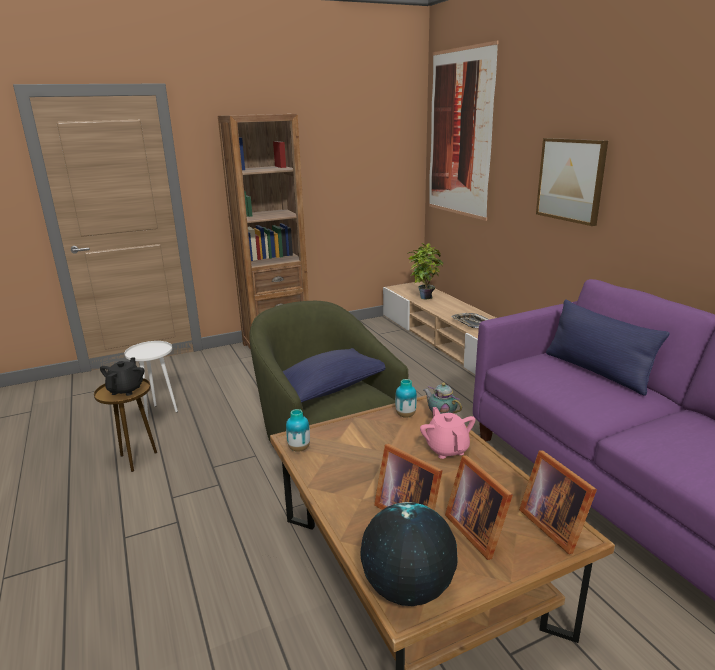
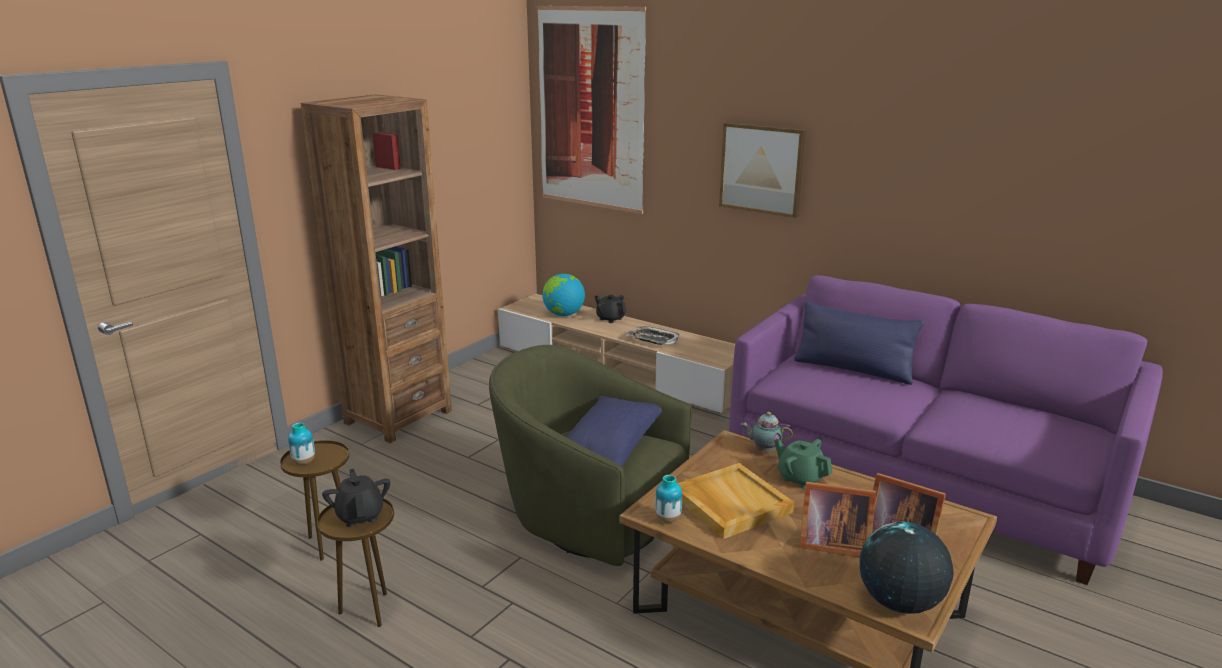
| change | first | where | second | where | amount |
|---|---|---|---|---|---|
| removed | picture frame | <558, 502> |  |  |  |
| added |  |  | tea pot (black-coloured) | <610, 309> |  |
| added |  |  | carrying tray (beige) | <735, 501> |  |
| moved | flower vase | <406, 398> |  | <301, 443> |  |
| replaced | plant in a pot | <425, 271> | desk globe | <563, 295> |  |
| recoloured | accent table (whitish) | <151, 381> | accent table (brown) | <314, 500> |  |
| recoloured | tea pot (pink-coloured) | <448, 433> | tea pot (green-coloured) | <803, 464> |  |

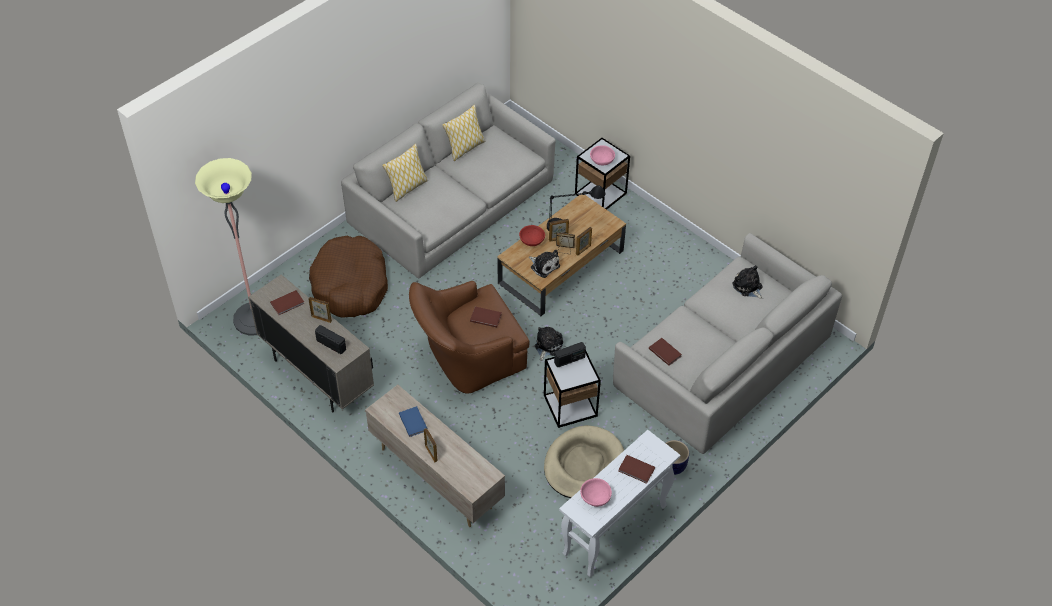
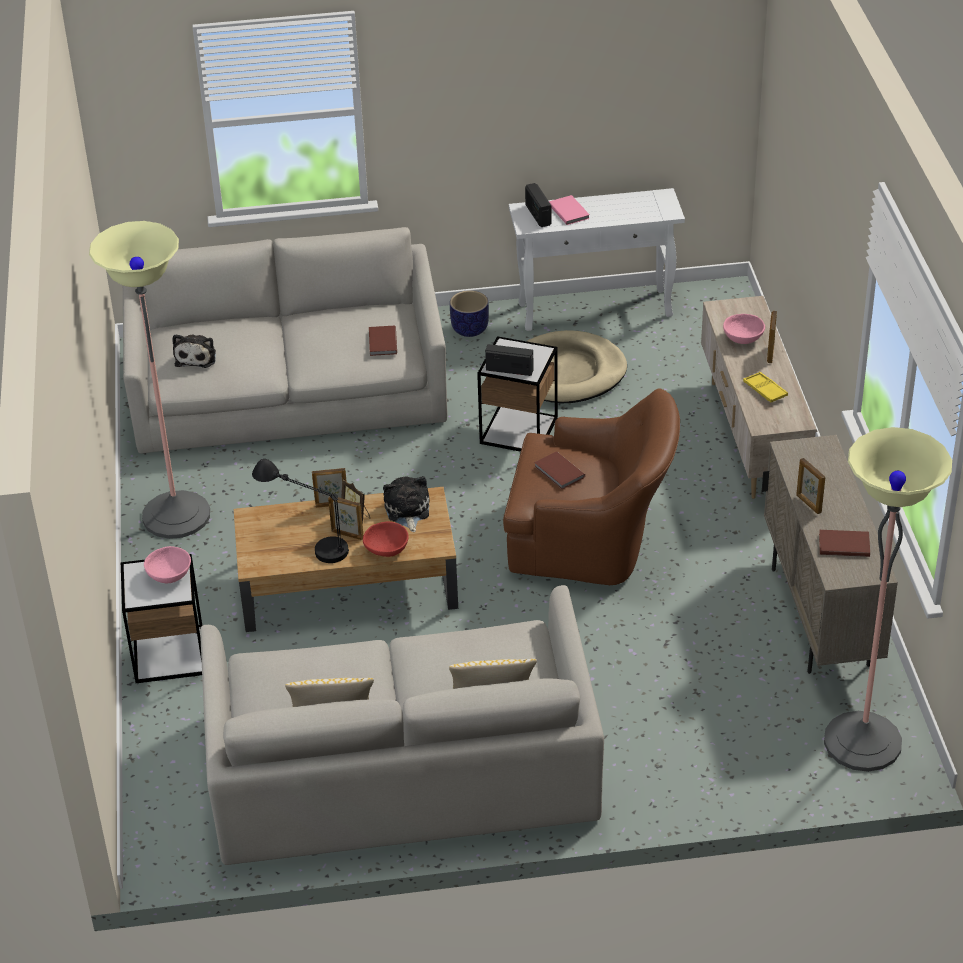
| change | first | where | second | where | amount |
|---|---|---|---|---|---|
| removed | dog cushion (brown) | <348, 277> |  |  |  |
| removed | plush toy | <549, 344> |  |  |  |
| added |  |  | standing lamp | <149, 380> |  |
| moved | radio | <330, 339> |  | <538, 205> |  |
| moved | bowl (pink-coloured) | <596, 492> |  | <744, 329> |  |
| replaced | book (blue-coloured) | <413, 421> | carrying tray (yellowish) | <765, 387> |  |
| recoloured | book (brown) | <637, 469> | book (pink-coloured) | <569, 210> |  |

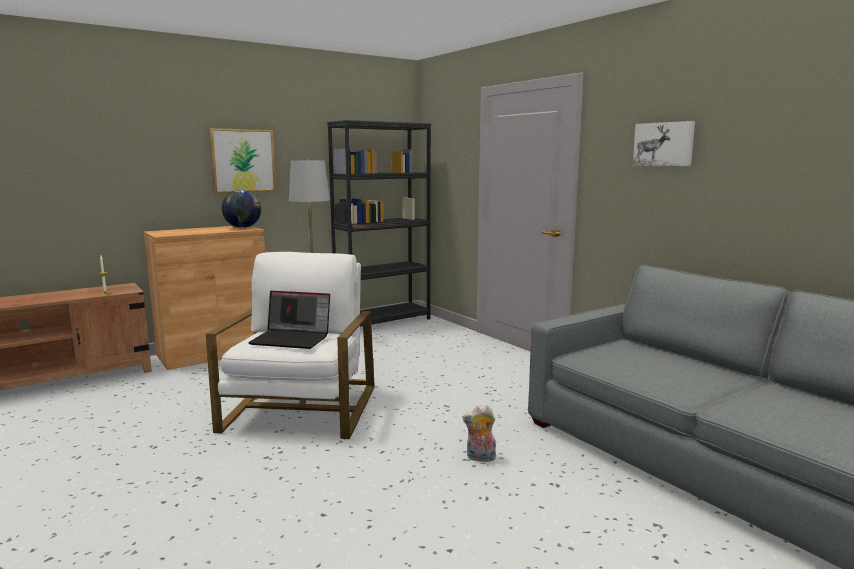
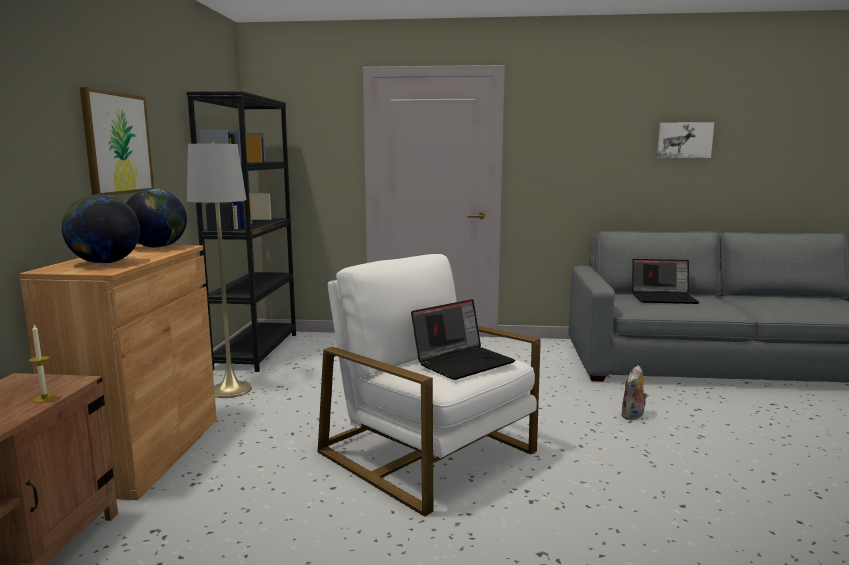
| change | first | where | second | where | amount |
|---|---|---|---|---|---|
| added |  |  | desk globe | <101, 229> |  |
| added |  |  | portable computer | <666, 281> |  |
| moved | wall art | <664, 143> |  | <685, 140> |  |

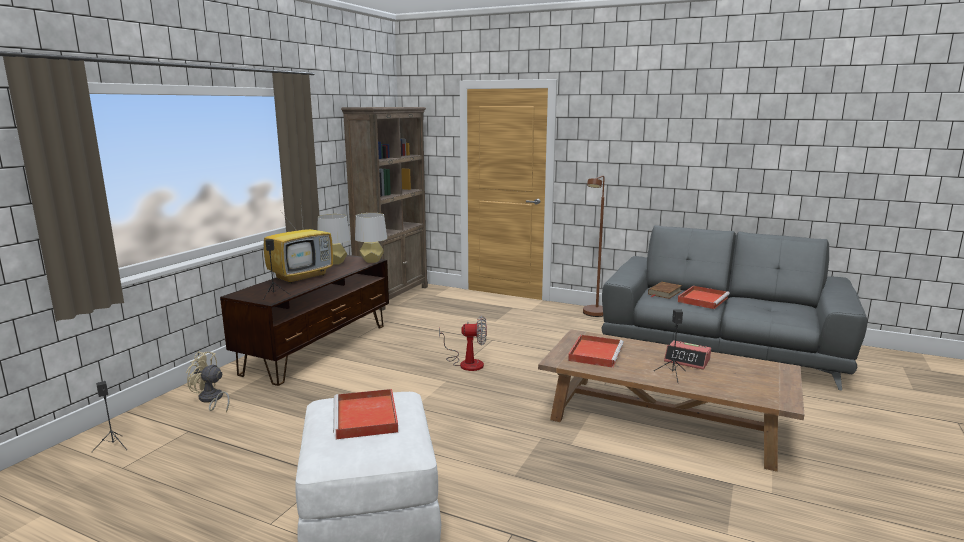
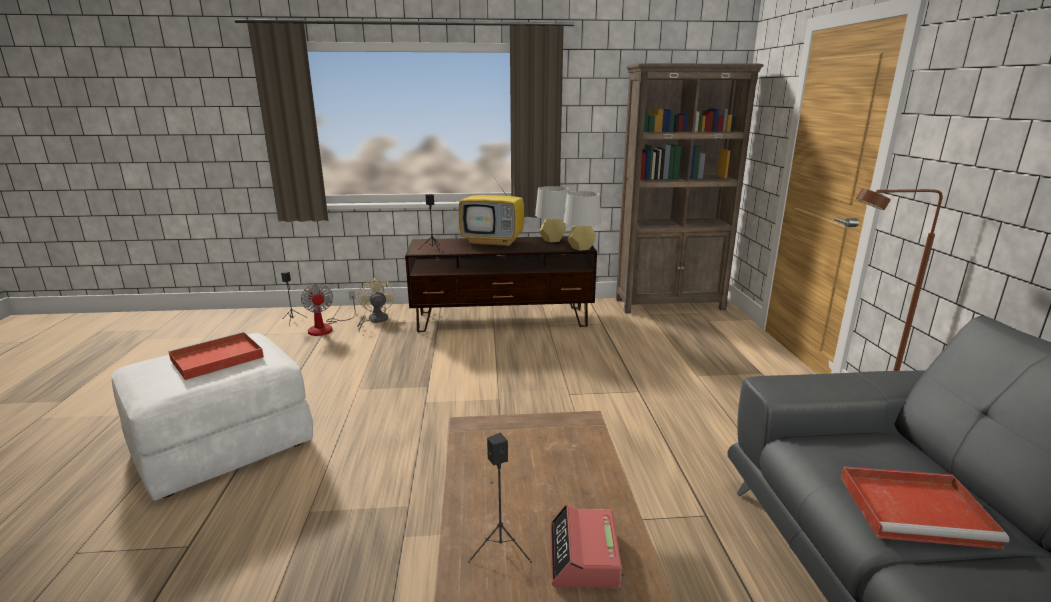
| change | first | where | second | where | amount |
|---|---|---|---|---|---|
| removed | carrying tray (reddish) | <596, 351> |  |  |  |
| removed | book (brown) | <665, 290> |  |  |  |
| moved | electric fan | <463, 343> |  | <328, 309> |  |

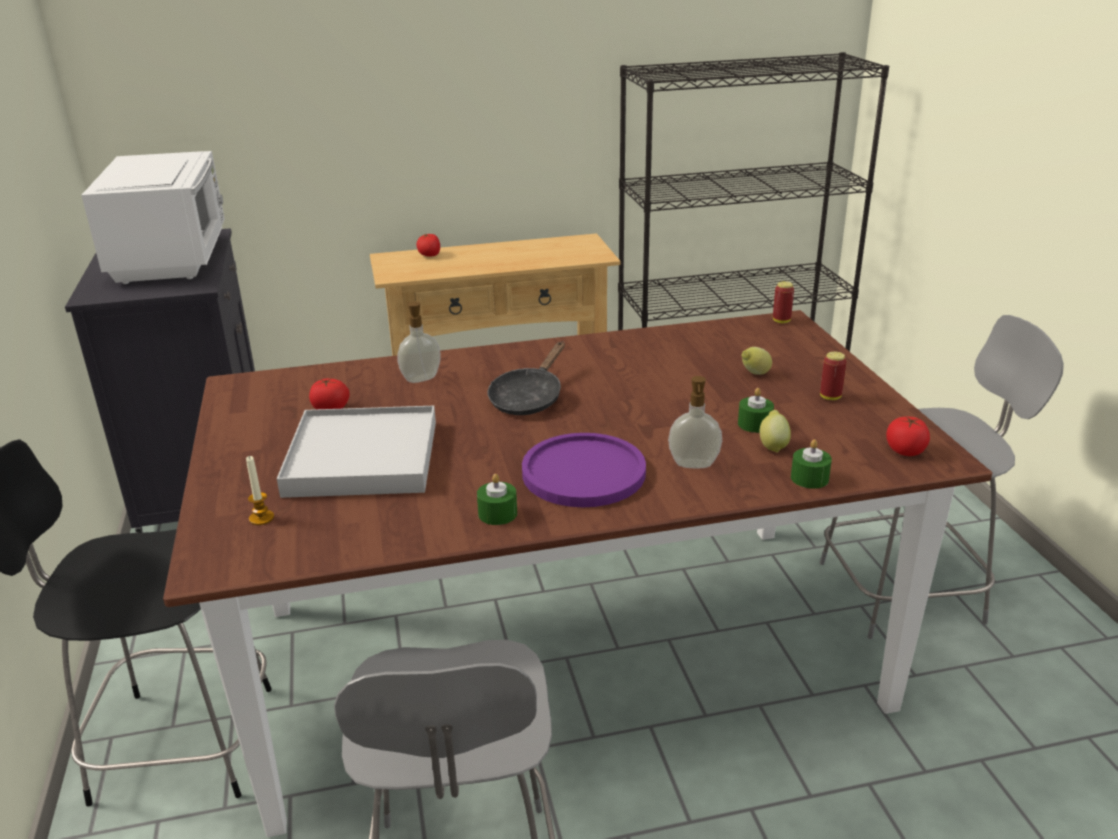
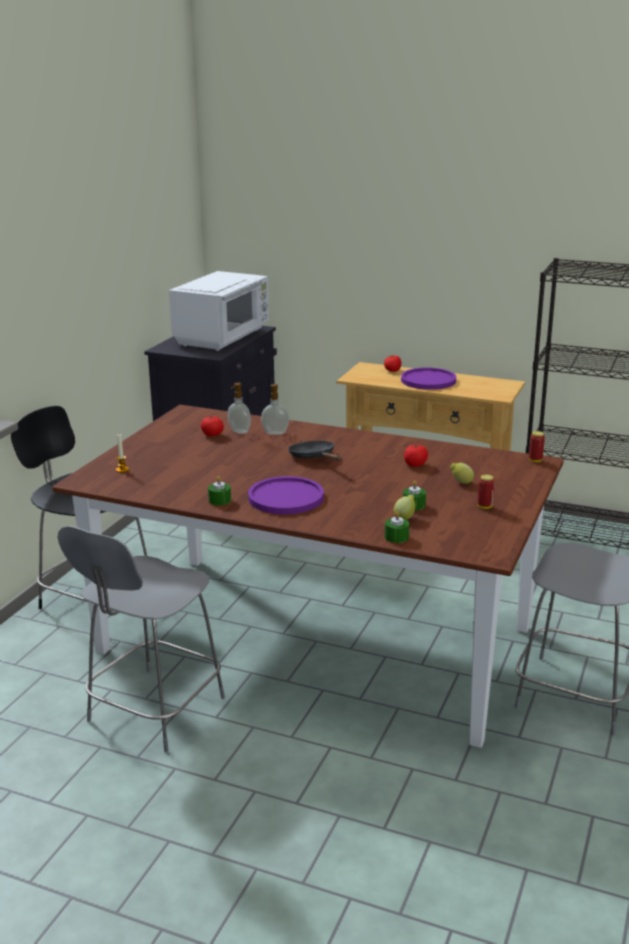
| change | first | where | second | where | amount |
|---|---|---|---|---|---|
| removed | carrying tray (whitish) | <356, 452> |  |  |  |
| added |  |  | plate (purple) | <428, 378> |  |
| moved | liquid soap bottle | <695, 422> |  | <239, 408> |  |
| moved | whole tomato | <908, 436> |  | <416, 456> |  |
| turned | skillet (black-coloured) | <526, 378> |  | <315, 451> | 90 degrees clockwise |

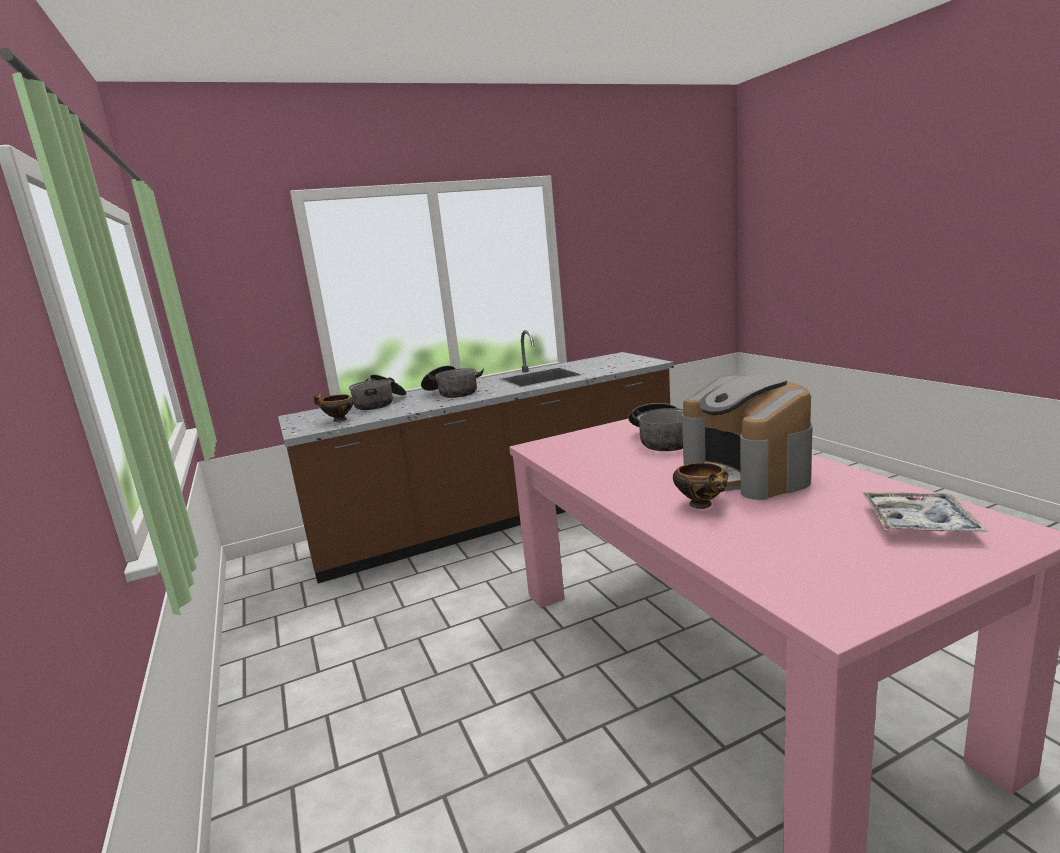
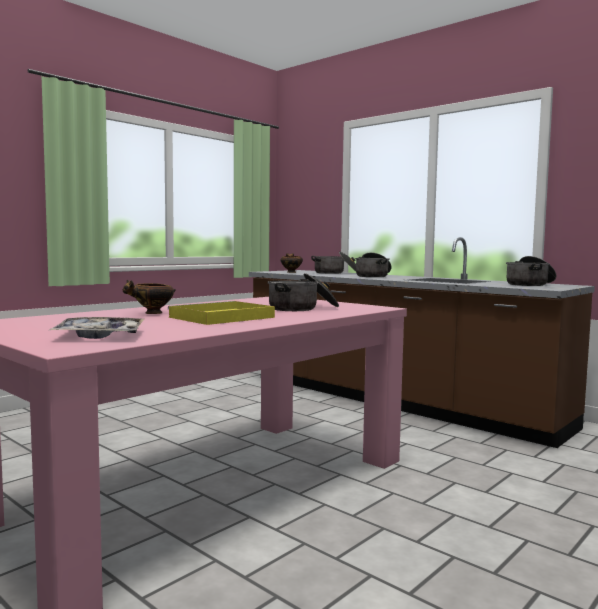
| change | first | where | second | where | amount |
|---|---|---|---|---|---|
| added |  |  | cooking pot | <531, 271> |  |
| replaced | coffee maker | <747, 437> | carrying tray (yellowish) | <221, 313> |  |

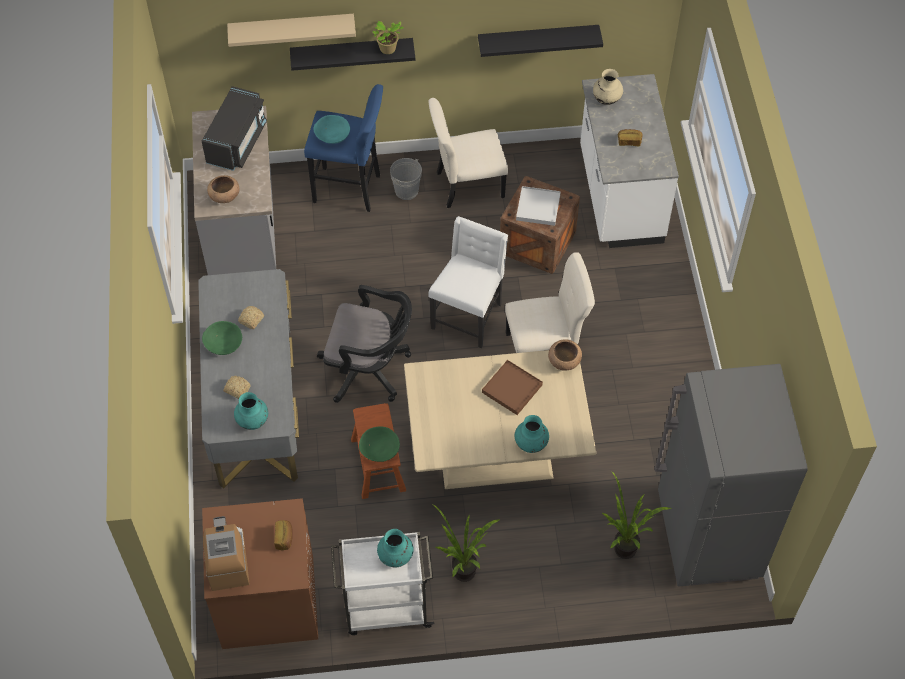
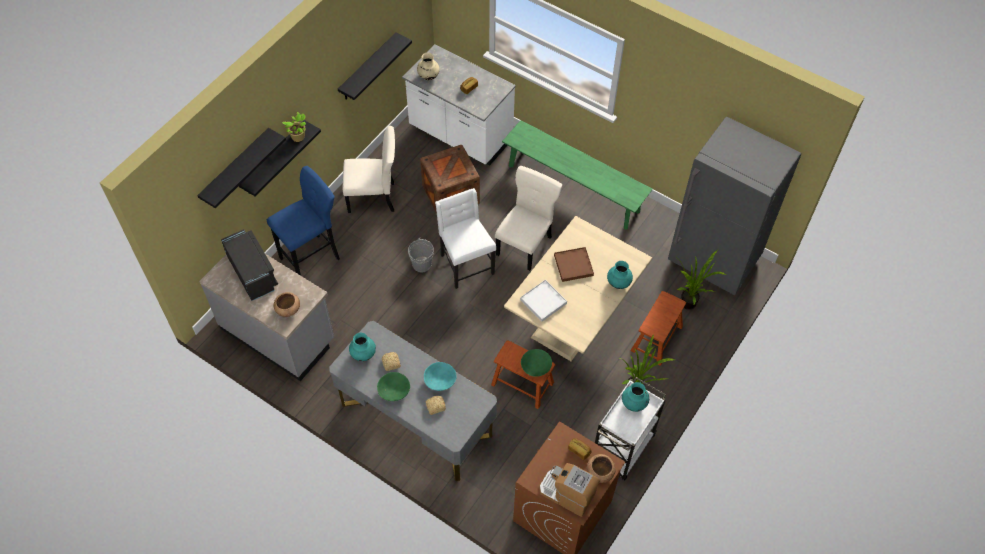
| change | first | where | second | where | amount |
|---|---|---|---|---|---|
| removed | computer chair (black-coloured) | <364, 344> |  |  |  |
| added |  |  | bench (green-coloured) | <577, 175> |  |
| added |  |  | stool seat (brown) | <658, 328> |  |
| moved | flower vase (turquoise-coloured) | <251, 411> |  | <362, 347> |  |
| moved | bowl (turquoise-coloured) | <331, 129> |  | <440, 376> |  |
| moved | water bucket (greyish) | <406, 179> |  | <421, 255> |  |
| moved | carrying tray (whitish) | <538, 206> |  | <543, 301> |  |
| moved | bowl (brown) | <565, 355> |  | <601, 468> |  |
| recoloured | bracket shelf (beige) | <291, 30> | bracket shelf (black-coloured) | <241, 168> |  |
| turned | upright chair (beige) | <468, 153> |  | <369, 170> | 120 degrees counterclockwise |

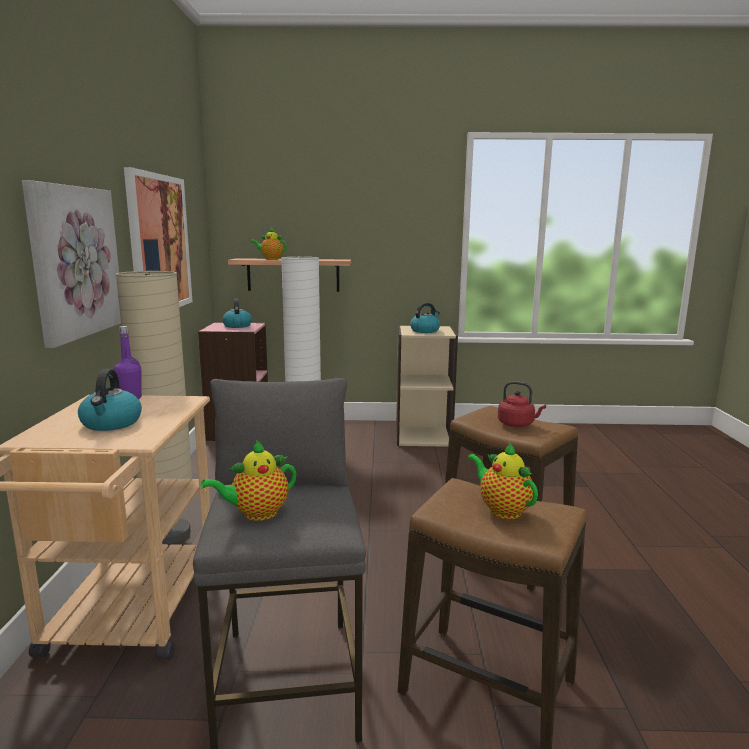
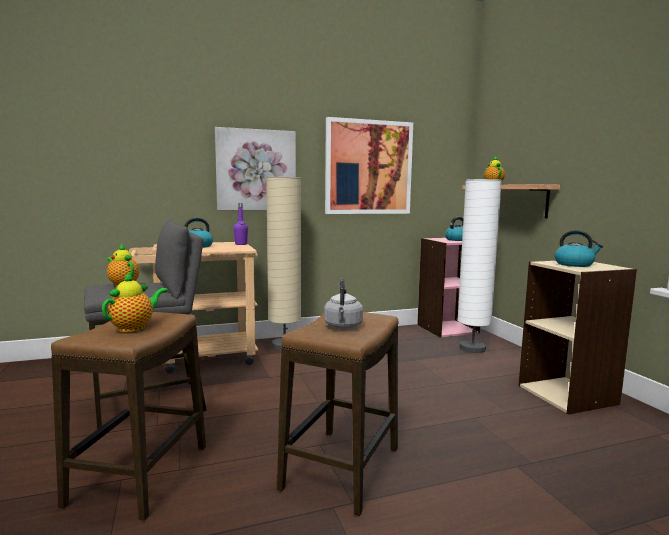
| change | first | where | second | where | amount |
|---|---|---|---|---|---|
| recoloured | water kettle (reddish) | <522, 404> | water kettle (greyish) | <343, 303> |  |

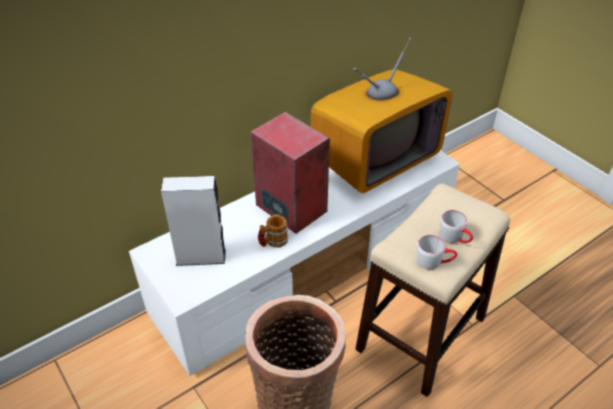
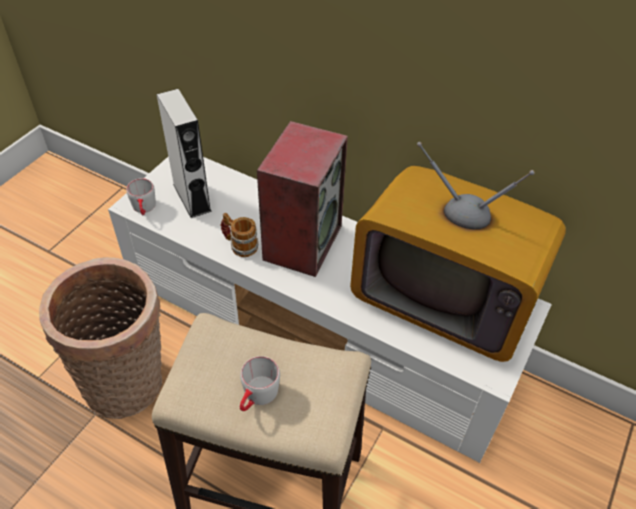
| change | first | where | second | where | amount |
|---|---|---|---|---|---|
| moved | tea mug (greyish) | <437, 252> |  | <141, 196> |  |

